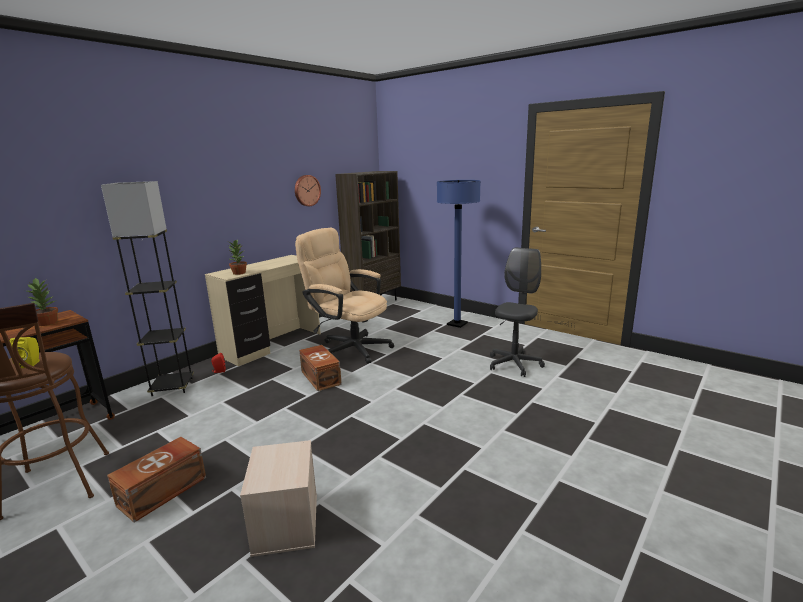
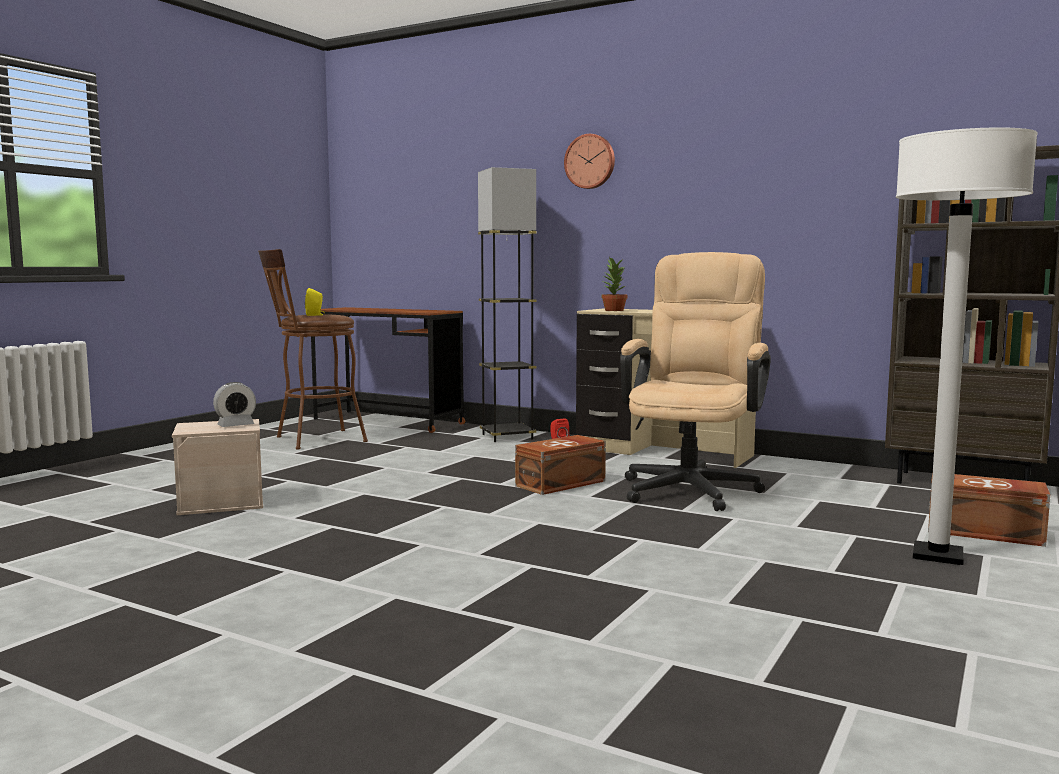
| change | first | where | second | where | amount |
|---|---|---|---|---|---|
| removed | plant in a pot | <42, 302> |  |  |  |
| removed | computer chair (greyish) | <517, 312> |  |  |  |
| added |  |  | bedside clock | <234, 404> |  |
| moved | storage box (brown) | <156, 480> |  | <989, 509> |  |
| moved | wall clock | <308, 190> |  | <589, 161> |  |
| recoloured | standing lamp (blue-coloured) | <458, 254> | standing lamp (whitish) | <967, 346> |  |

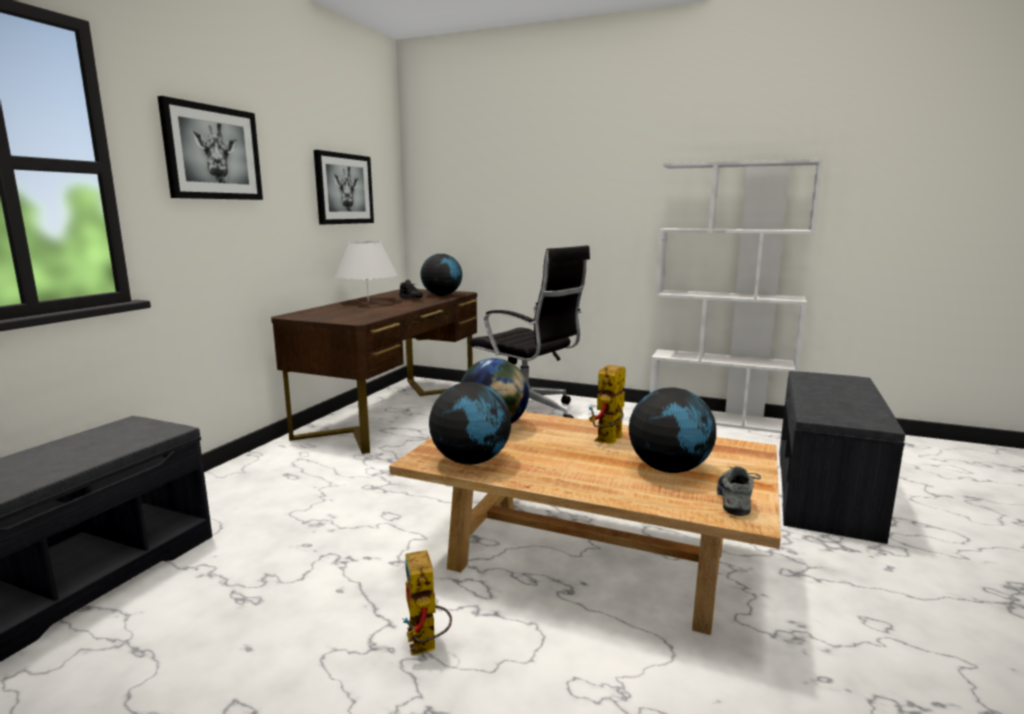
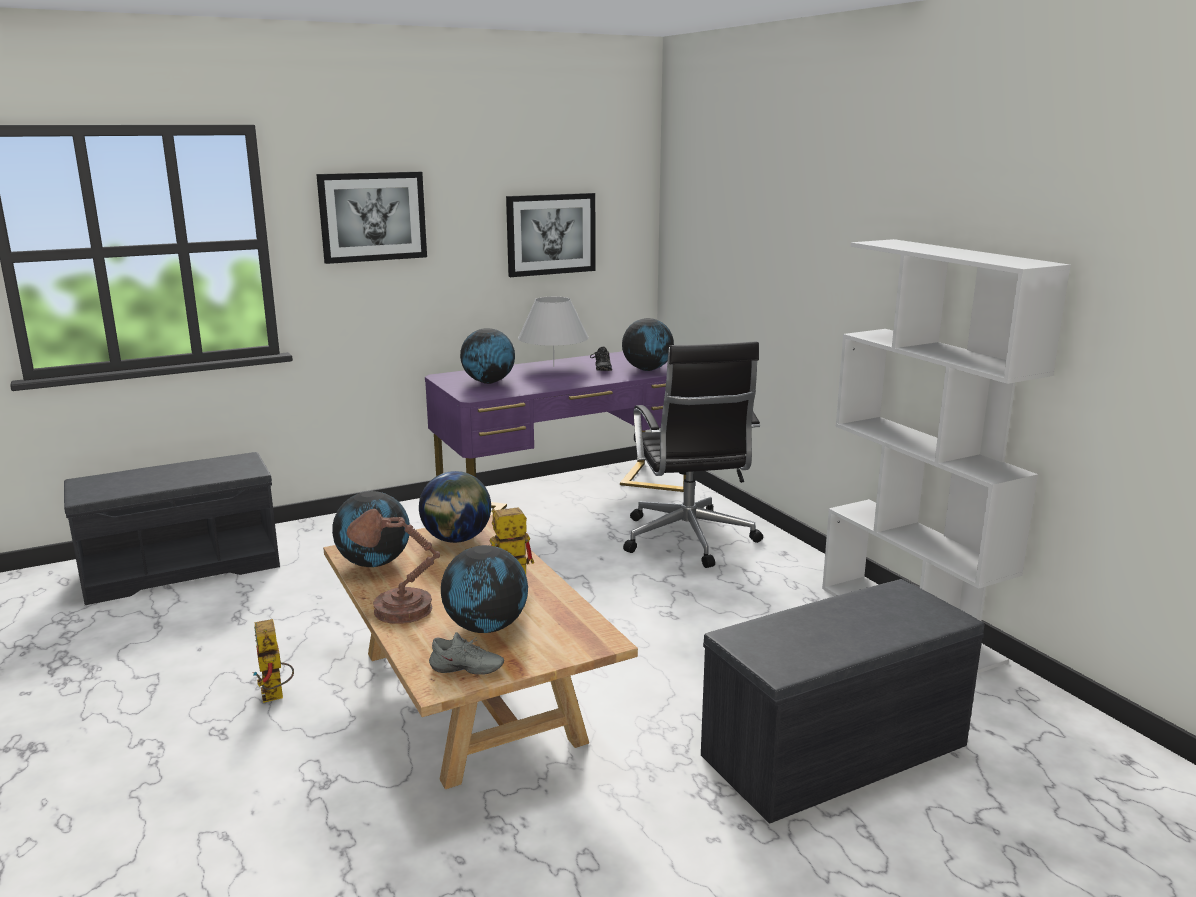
| change | first | where | second | where | amount |
|---|---|---|---|---|---|
| added |  |  | tabletop lamp (brown) | <393, 566> |  |
| added |  |  | desk globe | <487, 356> |  |
| recoloured | desk unit (brown) | <374, 371> | desk unit (purple) | <555, 433> |  |
| turned | robot figure | <427, 603> |  | <273, 661> | 45 degrees counterclockwise |
| turned | low shoe (greyish) | <738, 491> |  | <466, 653> | 45 degrees clockwise |

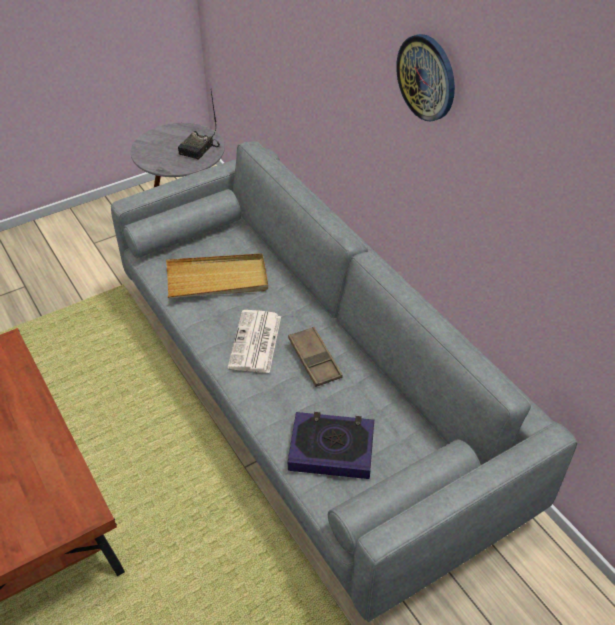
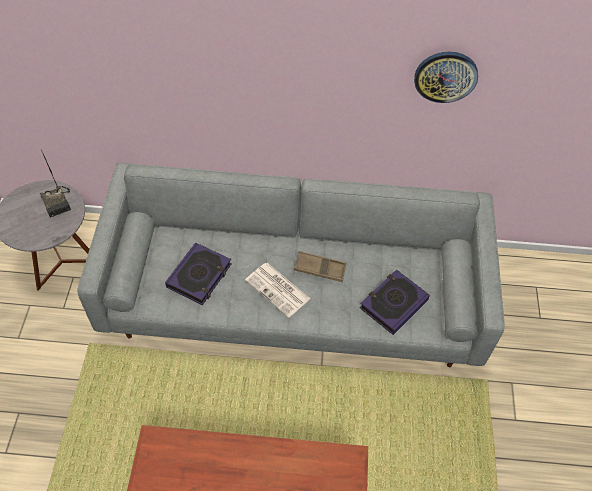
| change | first | where | second | where | amount |
|---|---|---|---|---|---|
| moved | wall clock | <425, 77> |  | <446, 77> |  |
| replaced | carrying tray (beige) | <217, 275> | book | <198, 274> |  |

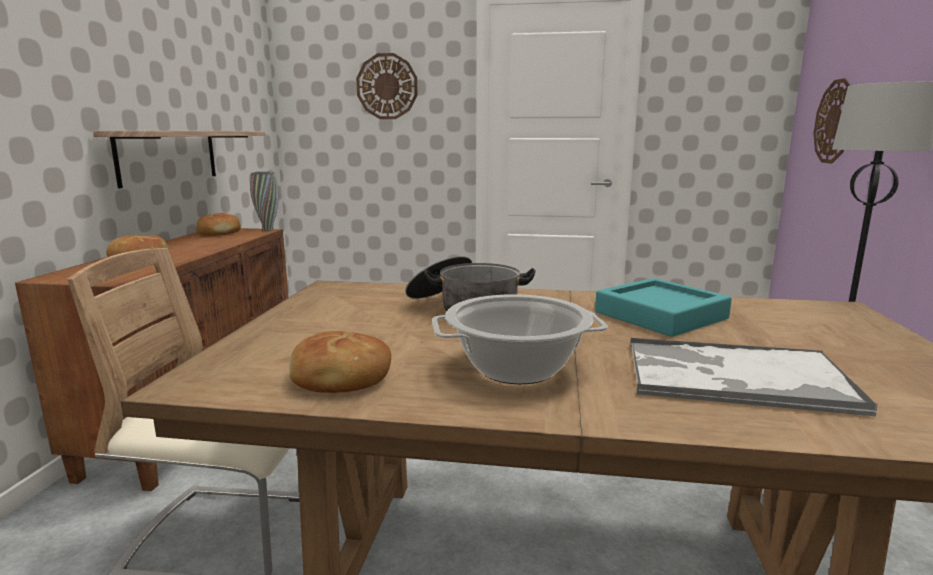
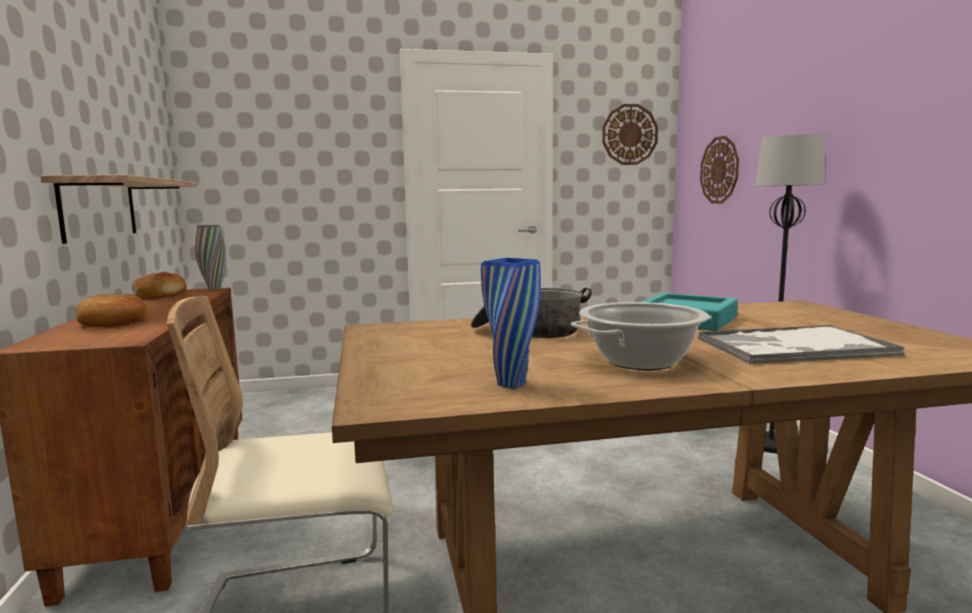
| change | first | where | second | where | amount |
|---|---|---|---|---|---|
| moved | wall clock | <387, 86> |  | <630, 134> |  |
| replaced | baked bread | <340, 362> | flower vase (blue-coloured) | <511, 323> |  |

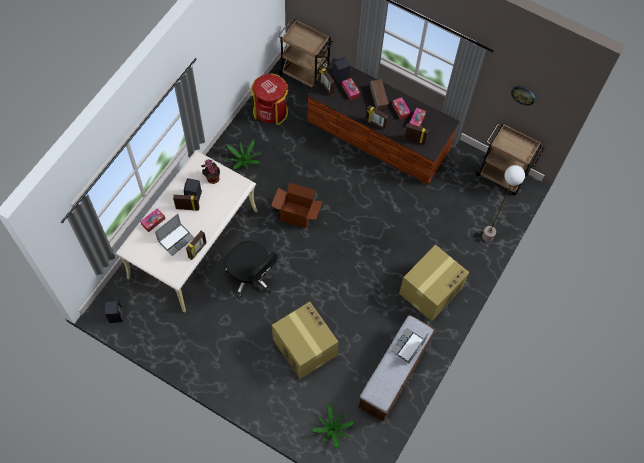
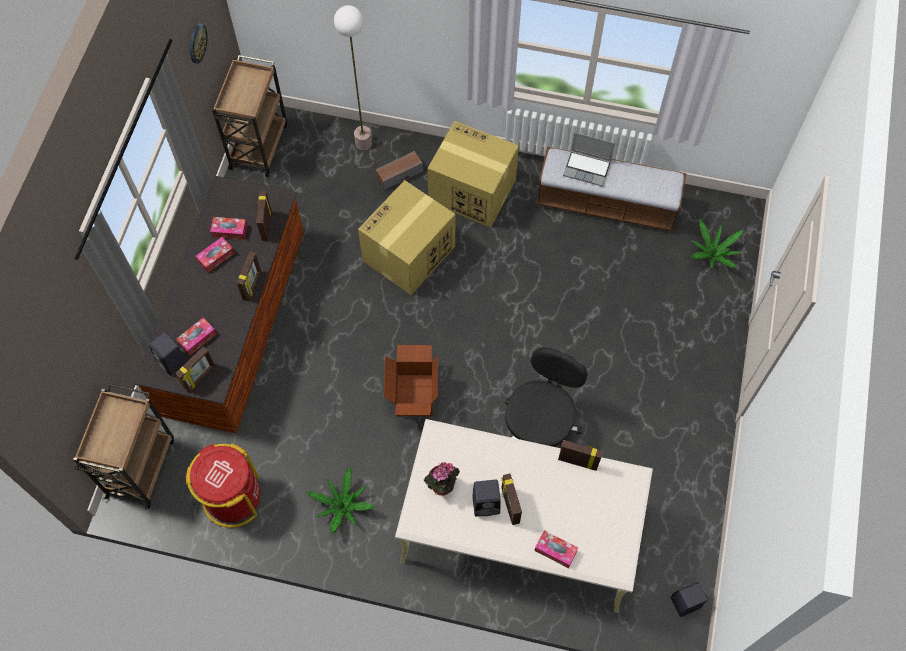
| change | first | where | second | where | amount |
|---|---|---|---|---|---|
| removed | portable computer | <175, 235> |  |  |  |
| moved | packing box | <305, 340> |  | <406, 237> |  |
| moved | loudspeaker | <379, 95> |  | <399, 170> |  |

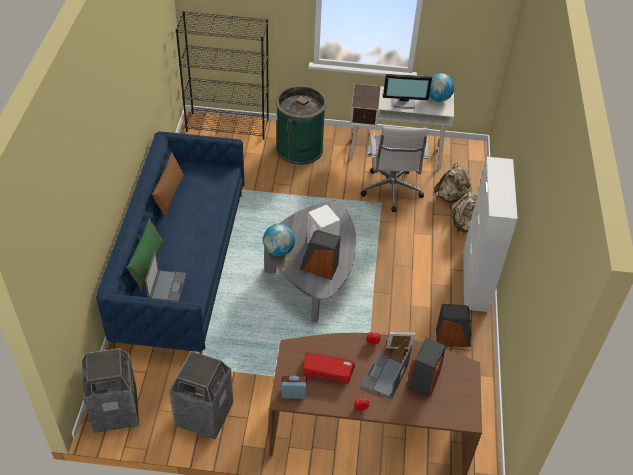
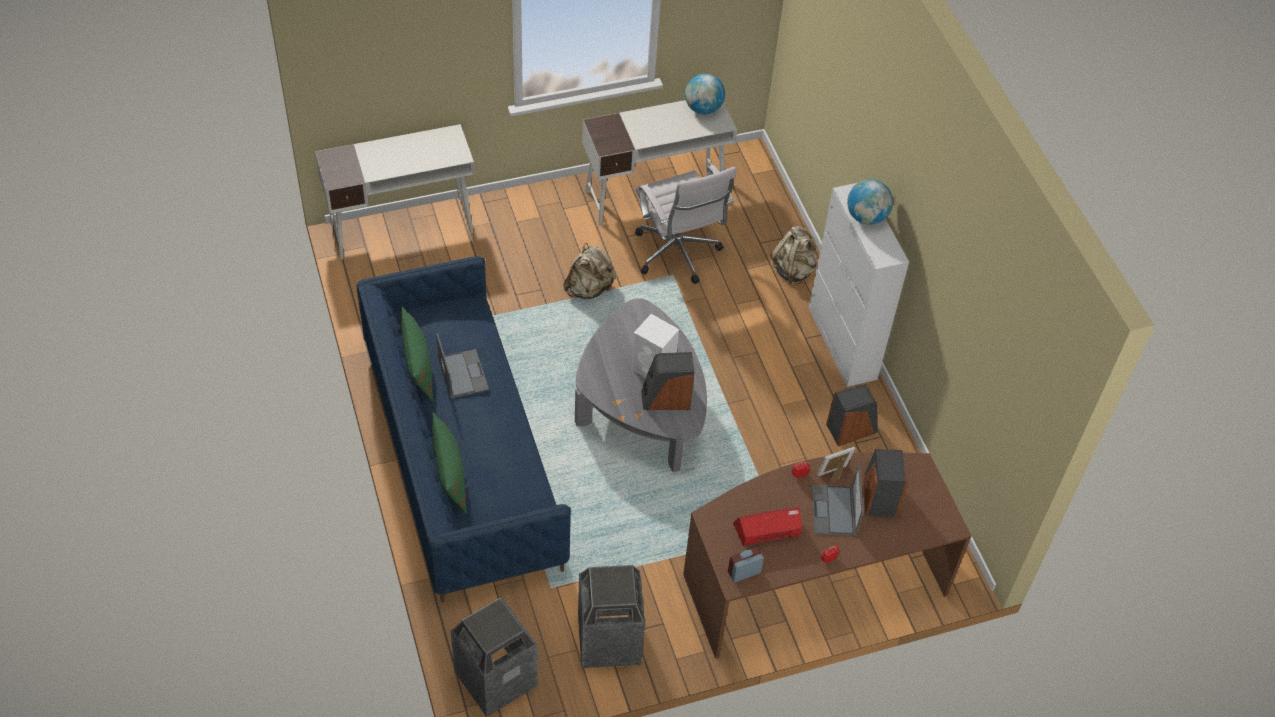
| change | first | where | second | where | amount |
|---|---|---|---|---|---|
| removed | trash can (green-coloured) | <301, 125> |  |  |  |
| removed | computer screen | <407, 91> |  |  |  |
| moved | portable computer | <166, 276> |  | <462, 366> |  |
| moved | desk globe | <279, 240> |  | <870, 202> |  |
| moved | knapsack (beige) | <453, 182> |  | <589, 271> |  |
| replaced | bookshelf (black-coloured) | <222, 75> | desk unit (whitish) | <395, 192> |  |
| recoloured | pillow (brown) | <168, 185> | pillow (green-coloured) | <417, 354> |  |

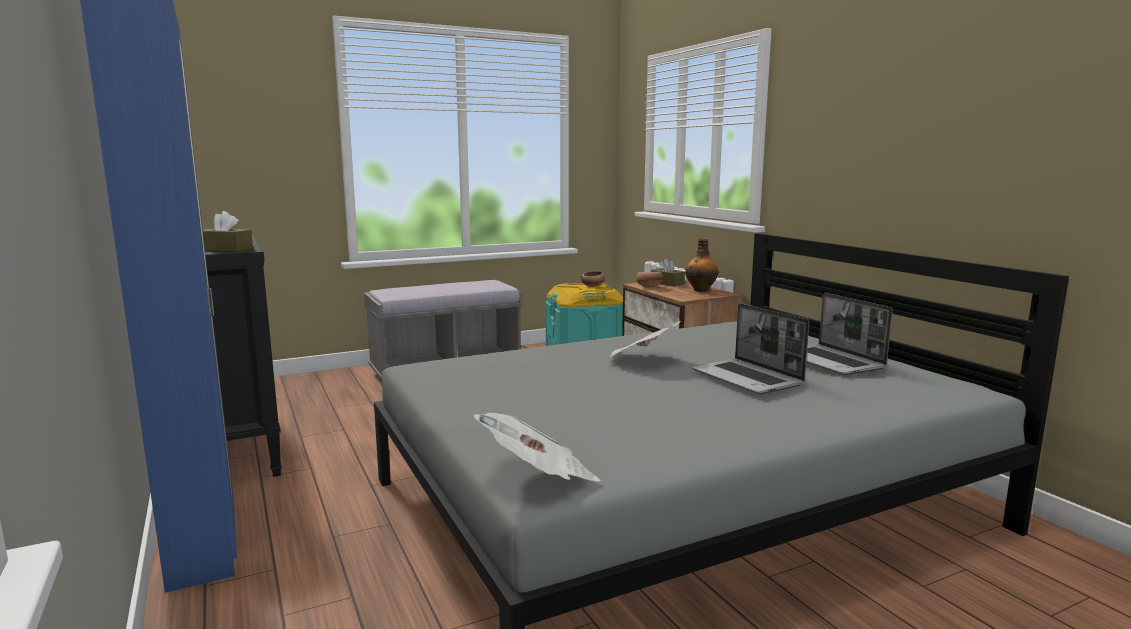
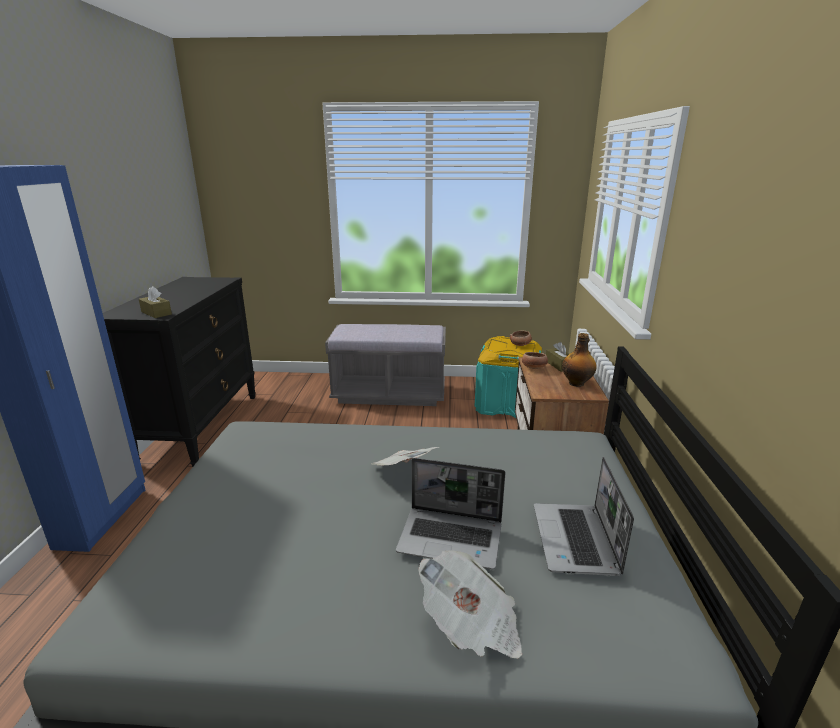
| change | first | where | second | where | amount |
|---|---|---|---|---|---|
| moved | printed paper | <537, 447> |  | <470, 604> |  |
| turned | portable computer | <750, 348> |  | <451, 513> | 75 degrees counterclockwise |

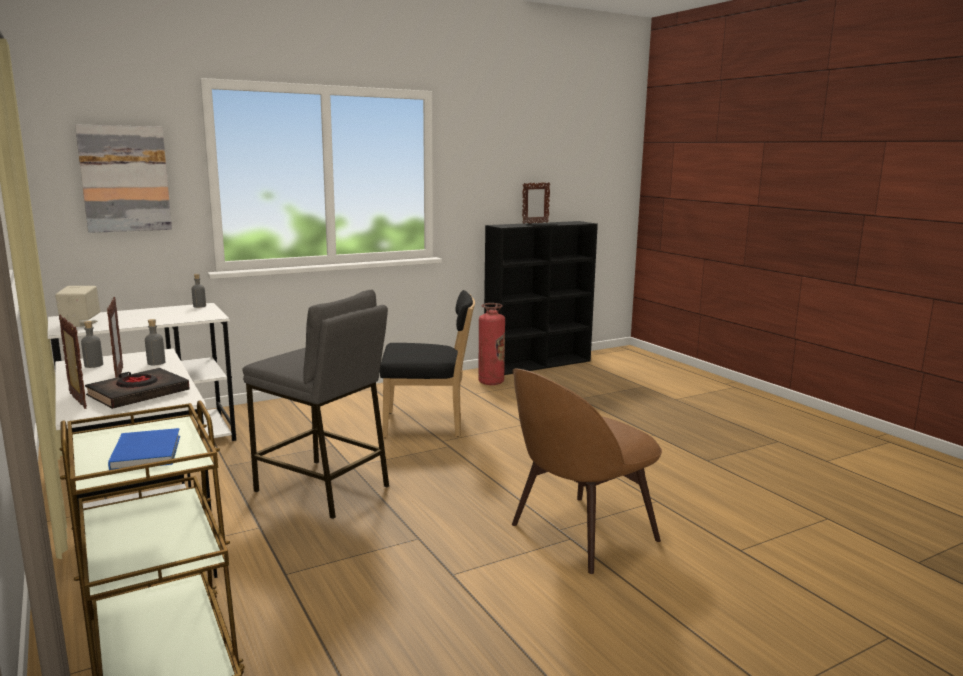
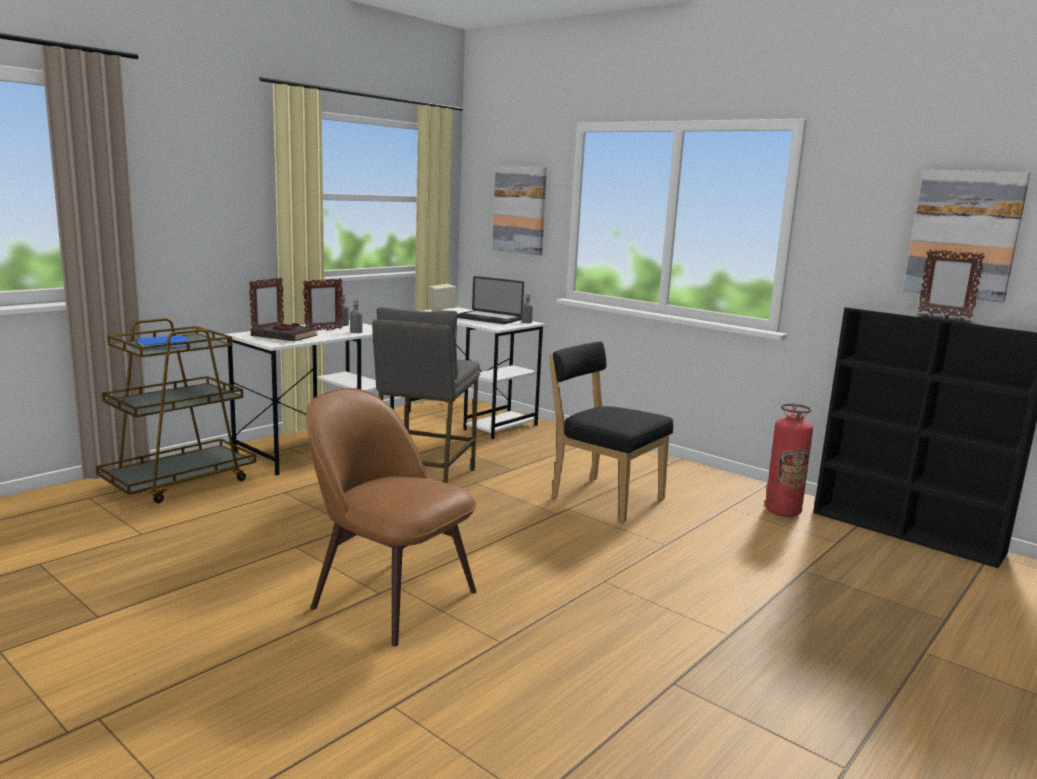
| change | first | where | second | where | amount |
|---|---|---|---|---|---|
| added |  |  | portable computer | <490, 300> |  |
| added |  |  | wall art | <967, 235> |  |
| turned | upright chair (black-coloured) | <427, 364> |  | <611, 432> | 150 degrees clockwise |

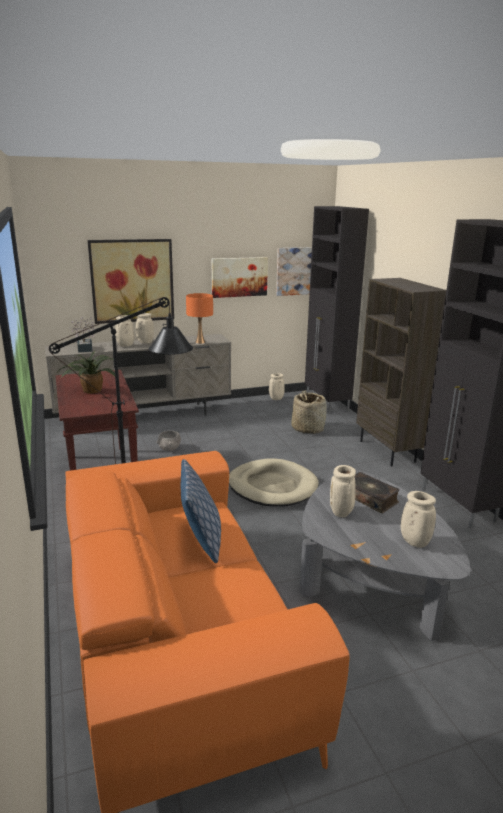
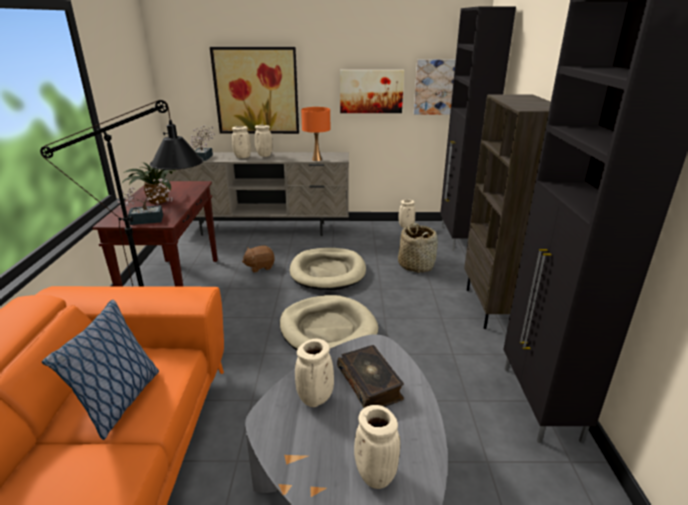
| change | first | where | second | where | amount |
|---|---|---|---|---|---|
| added |  |  | plant in a pot | <145, 202> |  |
| added |  |  | dog cushion (beige) | <328, 269> |  |
| replaced | bowl (greyish) | <169, 441> | plush toy (brown) | <258, 258> |  |

